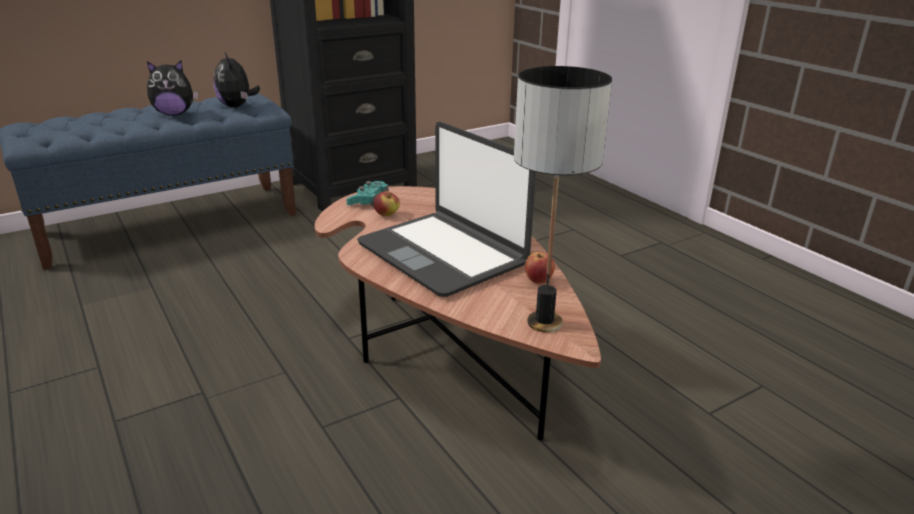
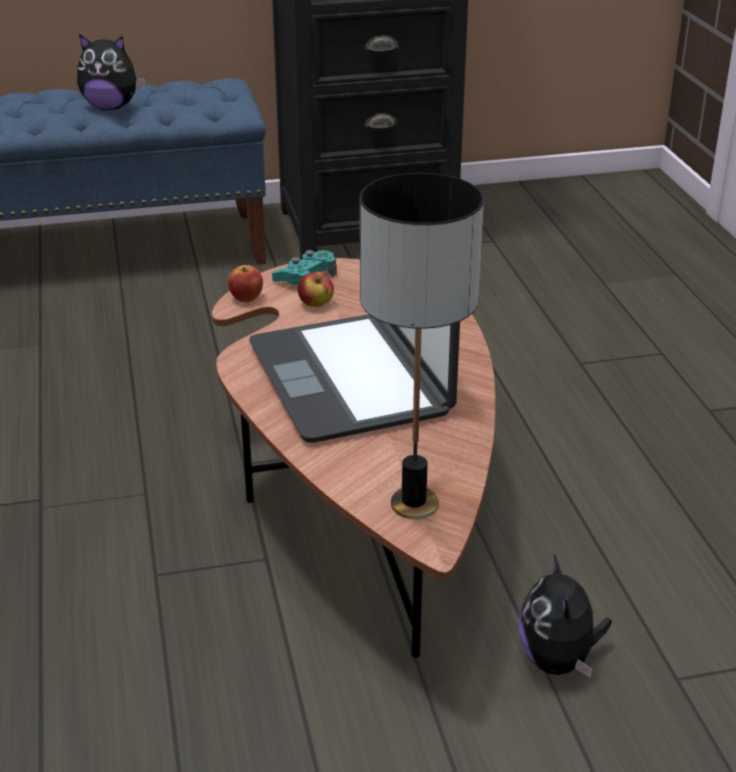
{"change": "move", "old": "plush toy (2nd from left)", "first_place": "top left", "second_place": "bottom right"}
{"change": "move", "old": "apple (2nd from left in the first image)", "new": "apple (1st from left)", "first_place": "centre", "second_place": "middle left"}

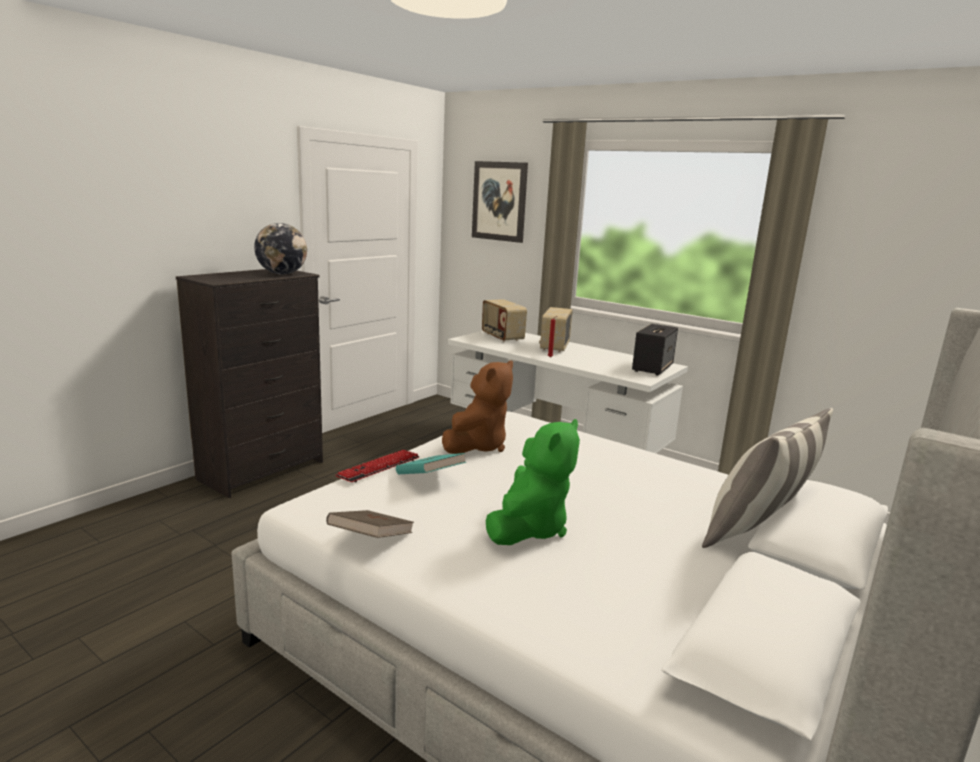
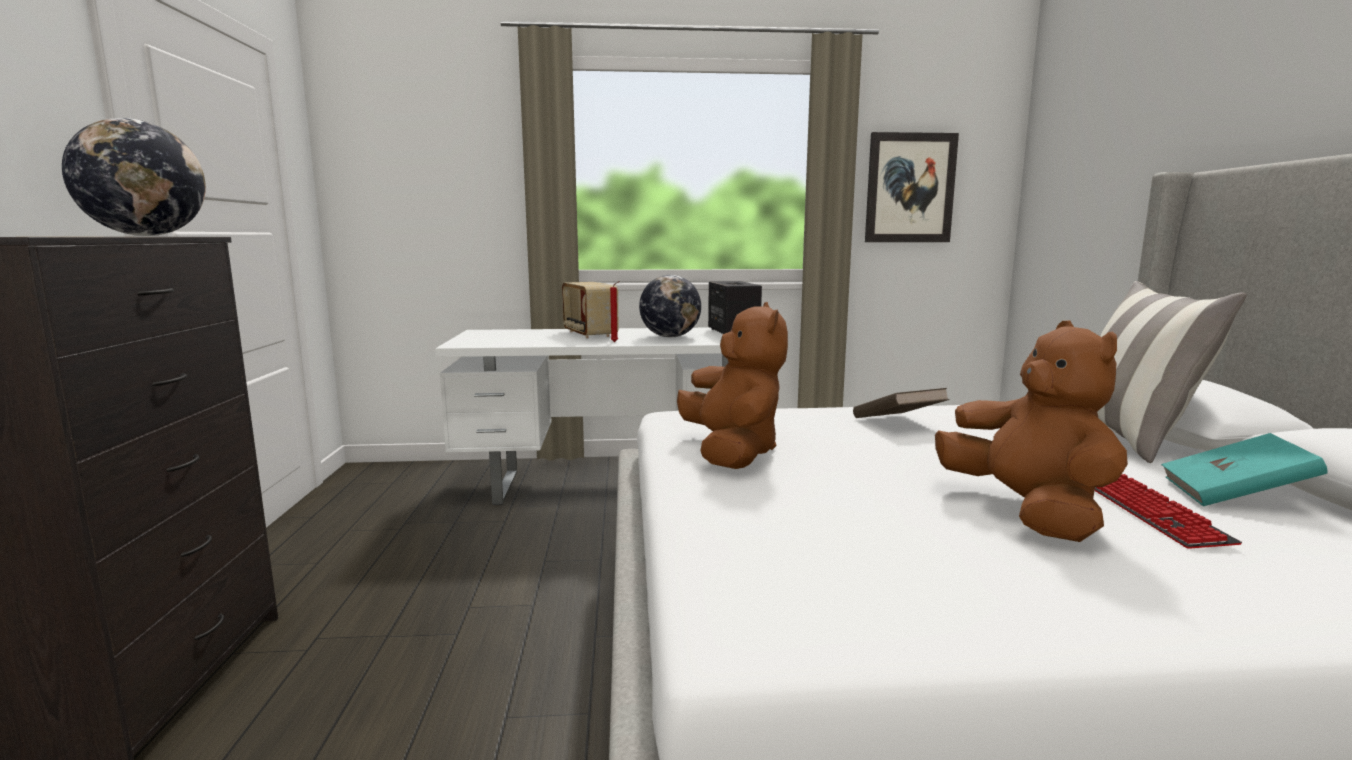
{"change": "move", "old": "picture", "first_place": "top centre", "second_place": "top right"}
{"change": "delete", "old": "radio (1st from left)", "first_place": "centre"}
{"change": "recolor", "old": "plush toy/green", "new": "plush toy/brown (2nd from left)", "first_place": "centre", "second_place": "middle right"}
{"change": "move", "old": "keyboard", "first_place": "centre", "second_place": "bottom right"}
{"change": "move", "old": "book/turquoise", "first_place": "centre", "second_place": "middle right"}
{"change": "move", "old": "book/brown", "first_place": "bottom centre", "second_place": "centre"}
{"change": "insert", "new": "globe (2nd from left)", "second_place": "centre"}

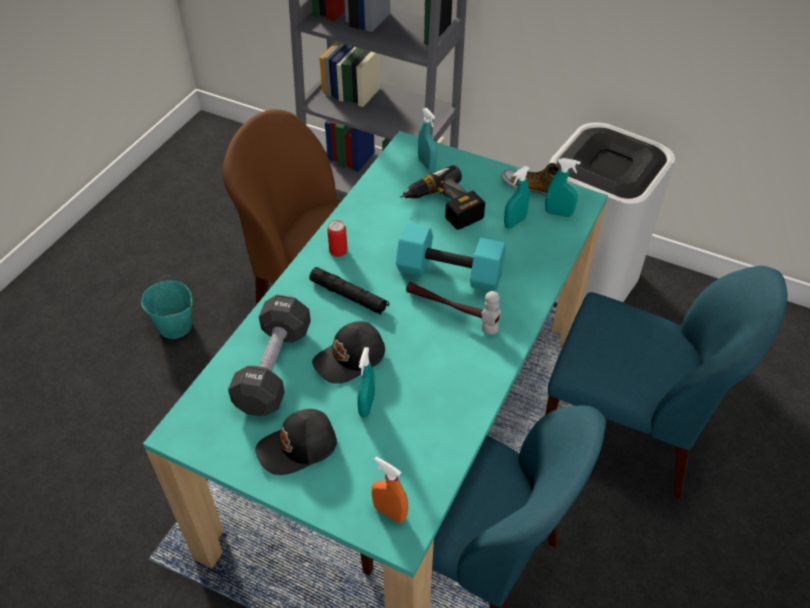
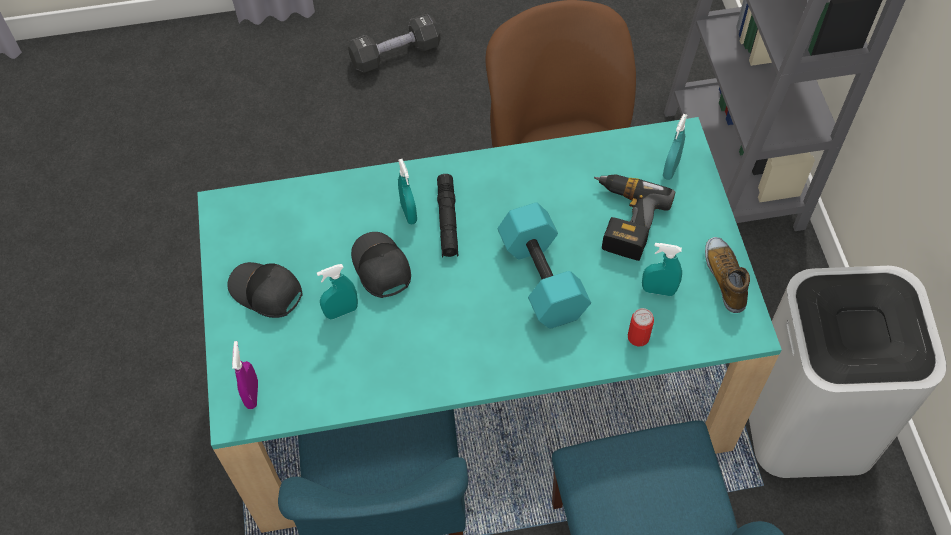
{"change": "move", "old": "spray bottle/turquoise (4th from left in the first image)", "new": "spray bottle/turquoise (2nd from left)", "first_place": "top right", "second_place": "centre"}
{"change": "move", "old": "can", "first_place": "centre", "second_place": "middle right"}
{"change": "delete", "old": "bucket/turquoise", "first_place": "middle left"}
{"change": "delete", "old": "hammer", "first_place": "centre"}
{"change": "move", "old": "dumbbell/black", "first_place": "middle left", "second_place": "top centre"}
{"change": "rotate", "old": "cap/black (2nd from left)", "first_place": "centre", "second_place": "centre", "degrees": 45}
{"change": "recolor", "old": "spray bottle/orange", "new": "spray bottle/purple", "first_place": "bottom centre", "second_place": "bottom left"}

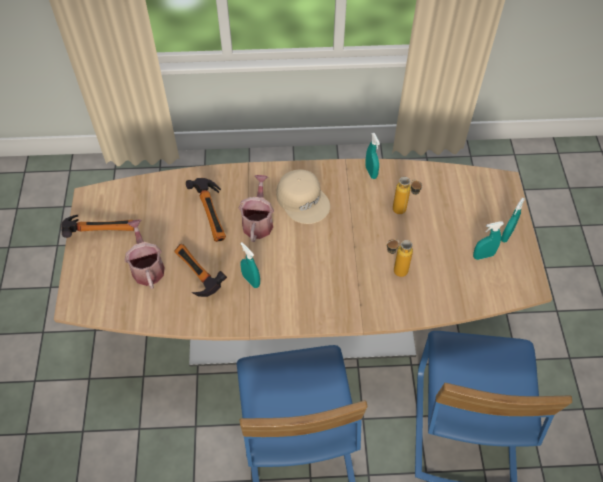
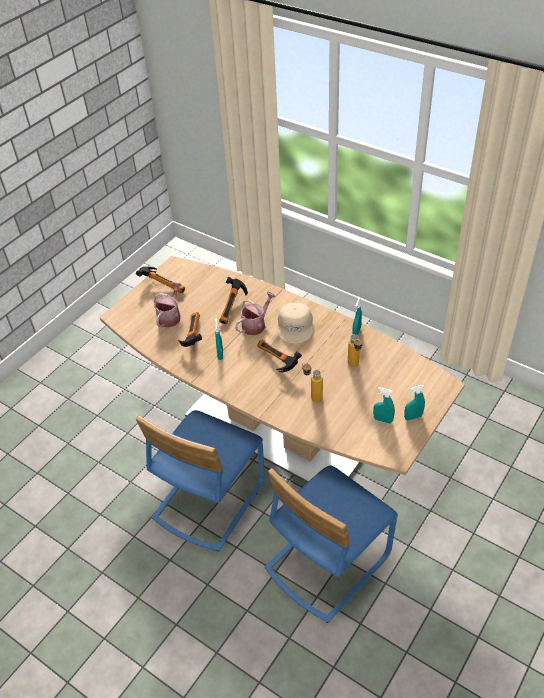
{"change": "insert", "new": "hammer (4th from left)", "second_place": "centre"}

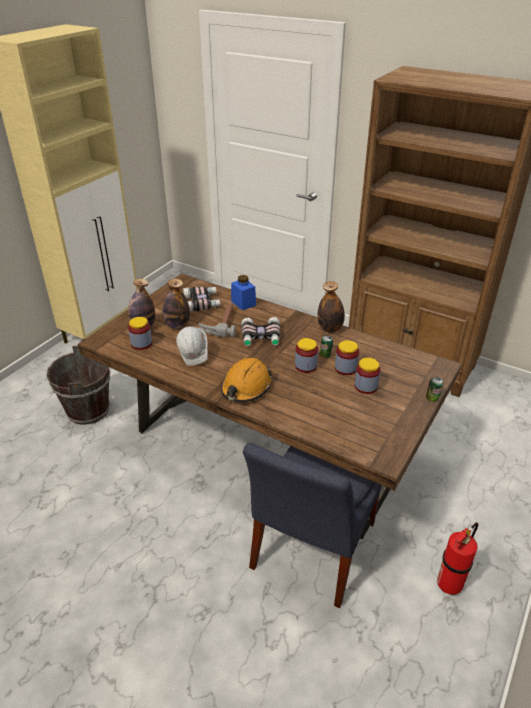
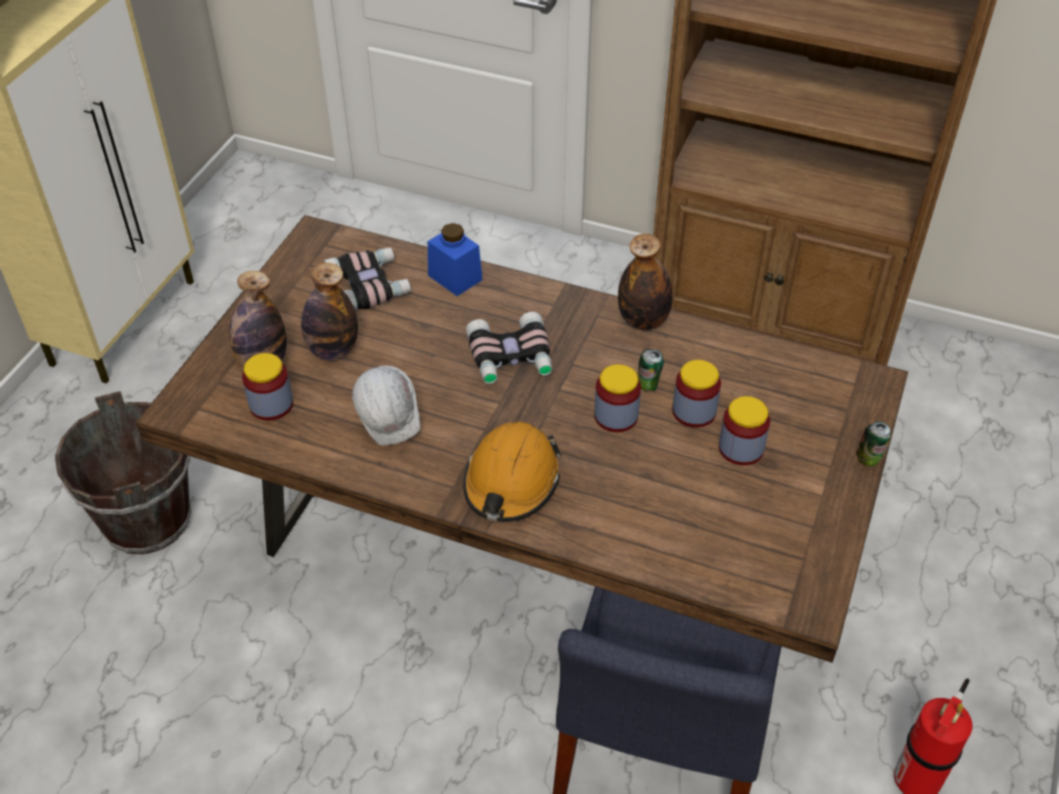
{"change": "delete", "old": "hammer", "first_place": "centre"}

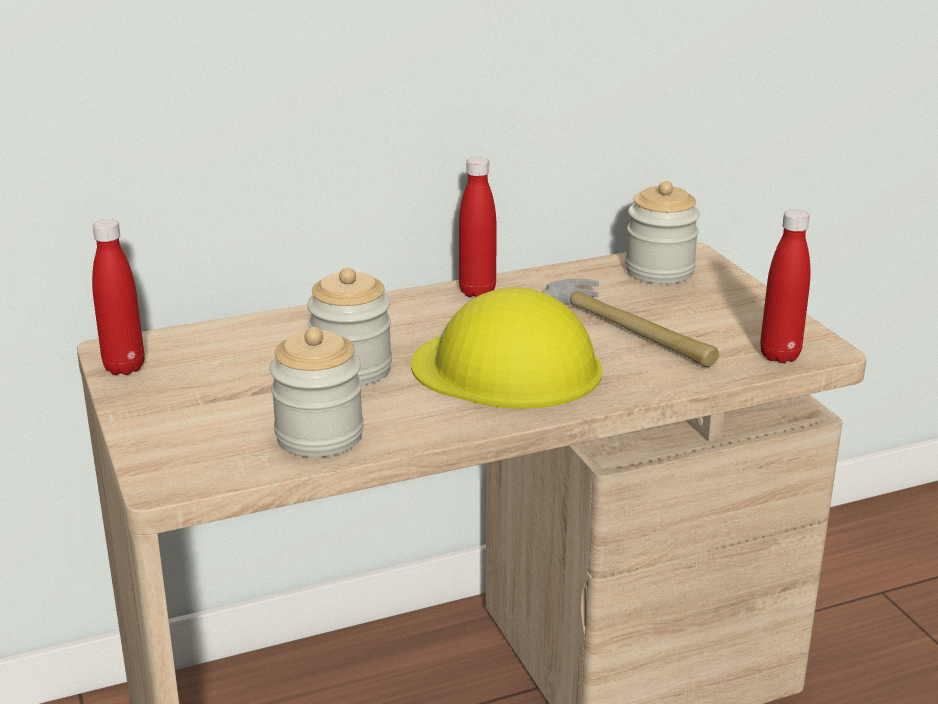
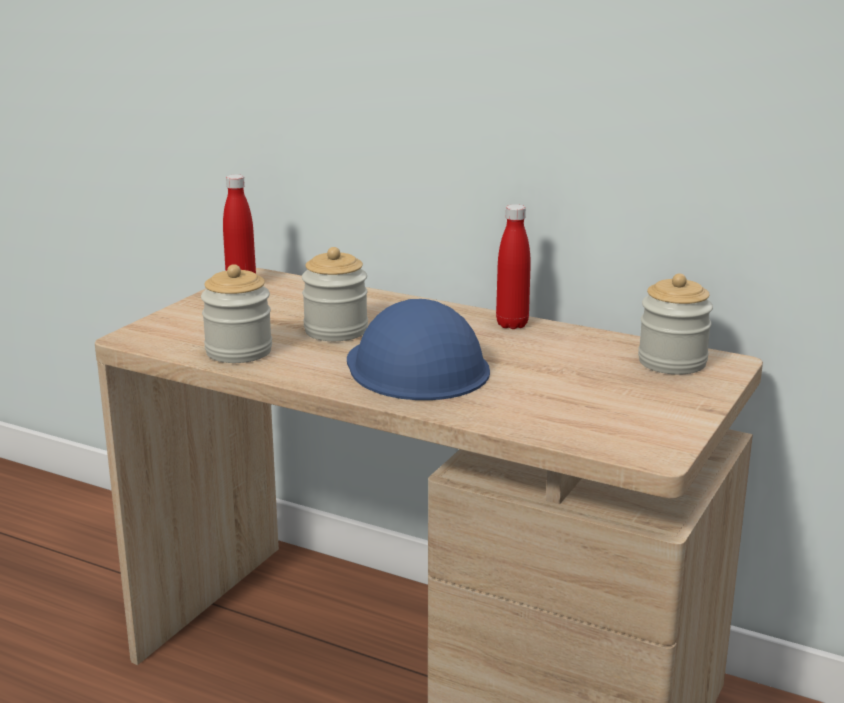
{"change": "delete", "old": "bottle/red (3rd from left)", "first_place": "middle right"}
{"change": "delete", "old": "hammer", "first_place": "middle right"}
{"change": "recolor", "old": "hard hat/yellow", "new": "hard hat/blue", "first_place": "centre", "second_place": "centre"}

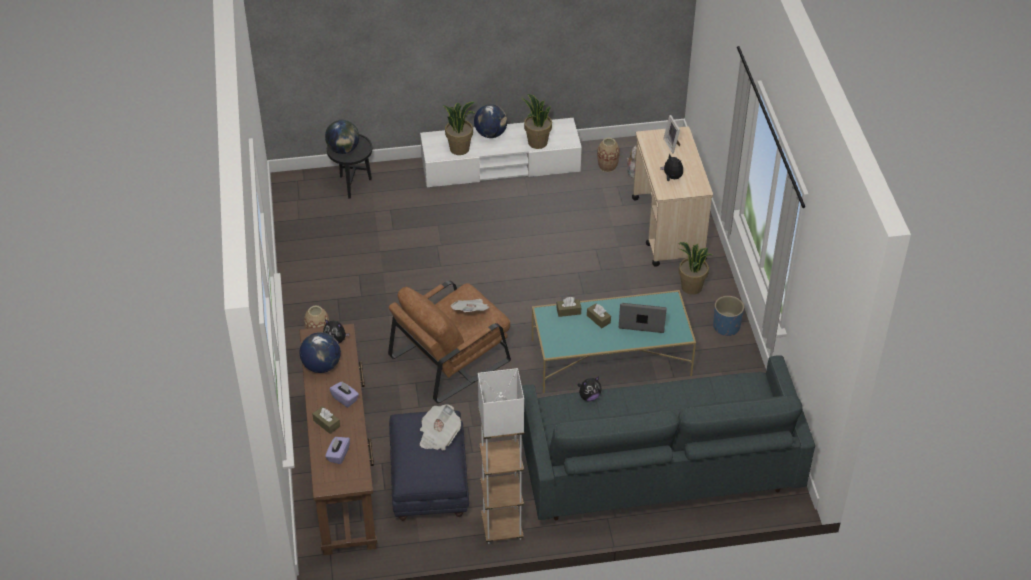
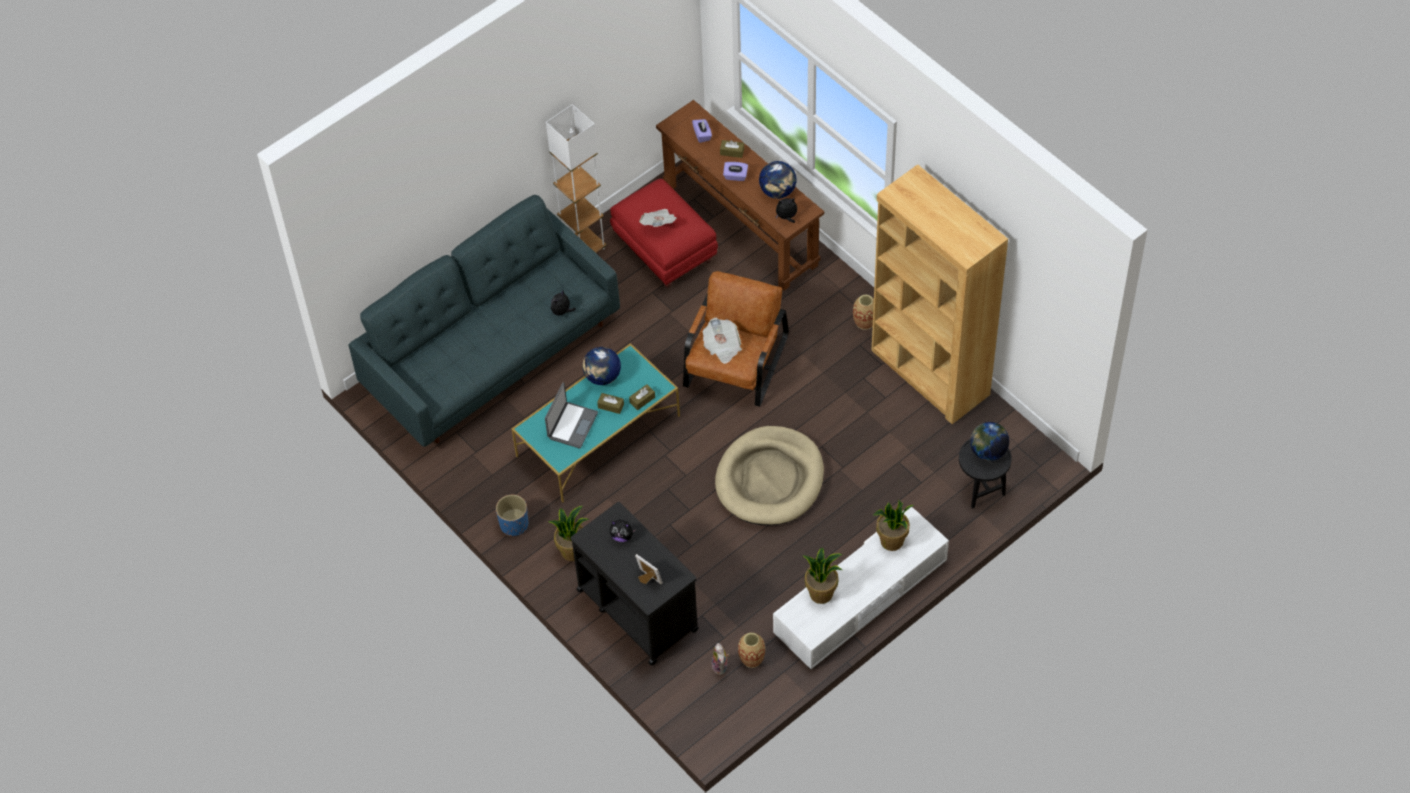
{"change": "move", "old": "globe (3rd from left in the first image)", "new": "globe (1st from left)", "first_place": "top centre", "second_place": "centre"}
{"change": "recolor", "old": "cart/beige", "new": "cart/black", "first_place": "centre", "second_place": "bottom centre"}
{"change": "rotate", "old": "laptop", "first_place": "centre", "second_place": "centre", "degrees": -45}
{"change": "recolor", "old": "ottoman/blue", "new": "ottoman/red", "first_place": "bottom centre", "second_place": "top centre"}
{"change": "insert", "new": "bookcase/brown", "second_place": "centre"}
{"change": "insert", "new": "dog bed/beige", "second_place": "centre"}

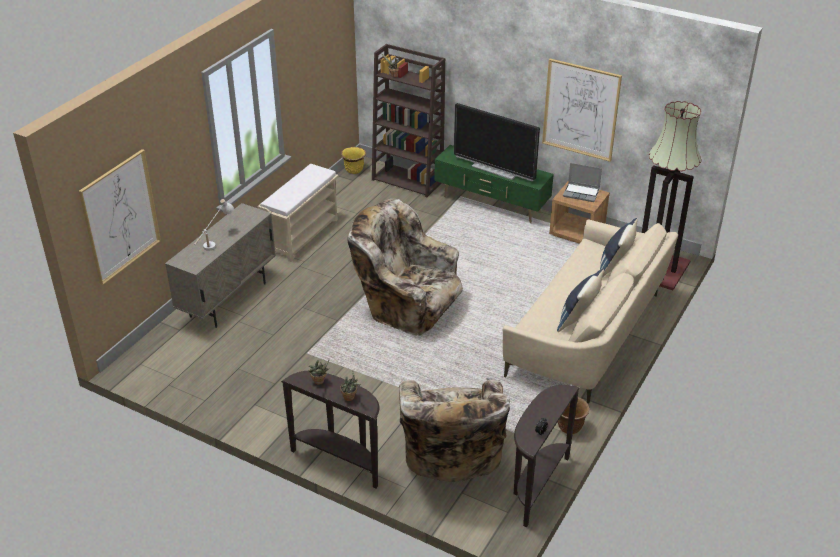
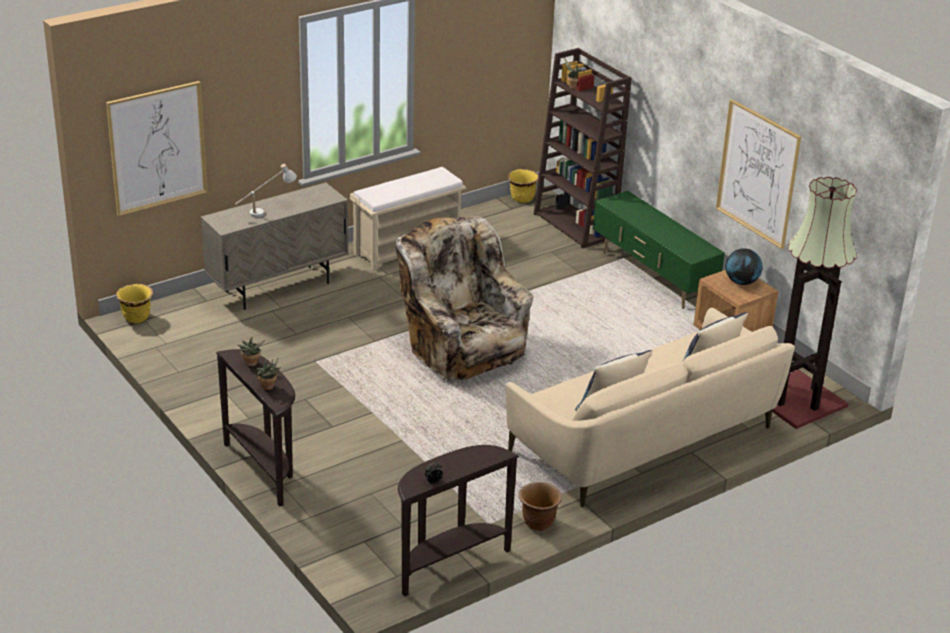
{"change": "delete", "old": "television", "first_place": "top centre"}
{"change": "replace", "old": "laptop", "new": "globe", "first_place": "top right", "second_place": "middle right"}
{"change": "delete", "old": "armchair/beige (2nd from left)", "first_place": "bottom centre"}
{"change": "insert", "new": "planter/yellow (1st from left)", "second_place": "middle left"}

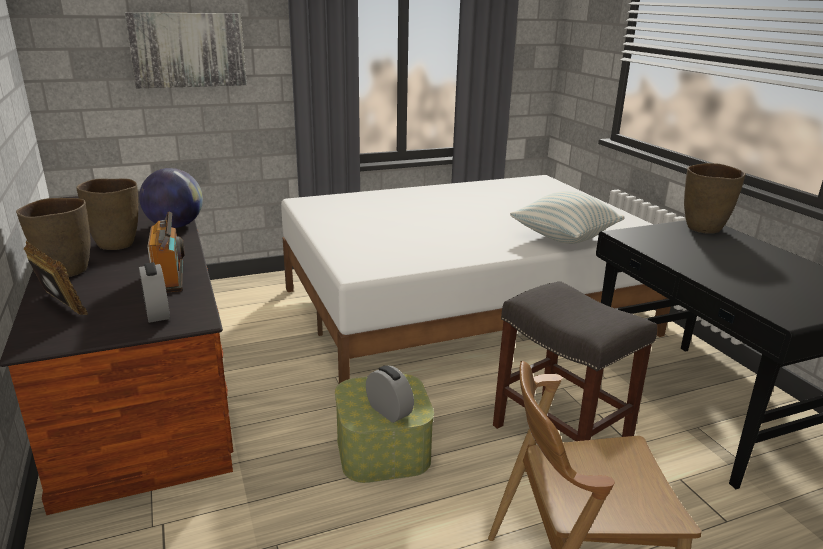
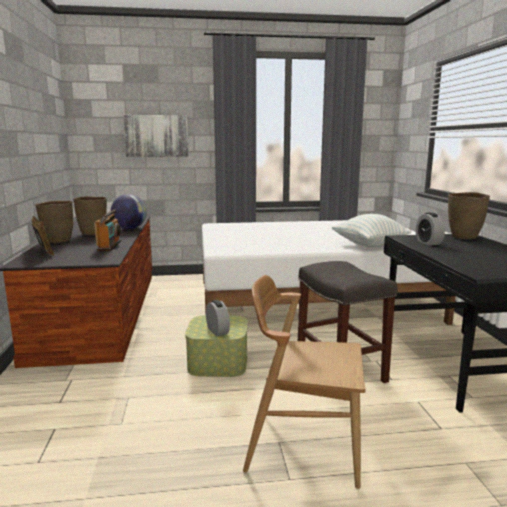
{"change": "move", "old": "alarm clock (1st from left in the first image)", "new": "alarm clock (2nd from left)", "first_place": "middle left", "second_place": "middle right"}

